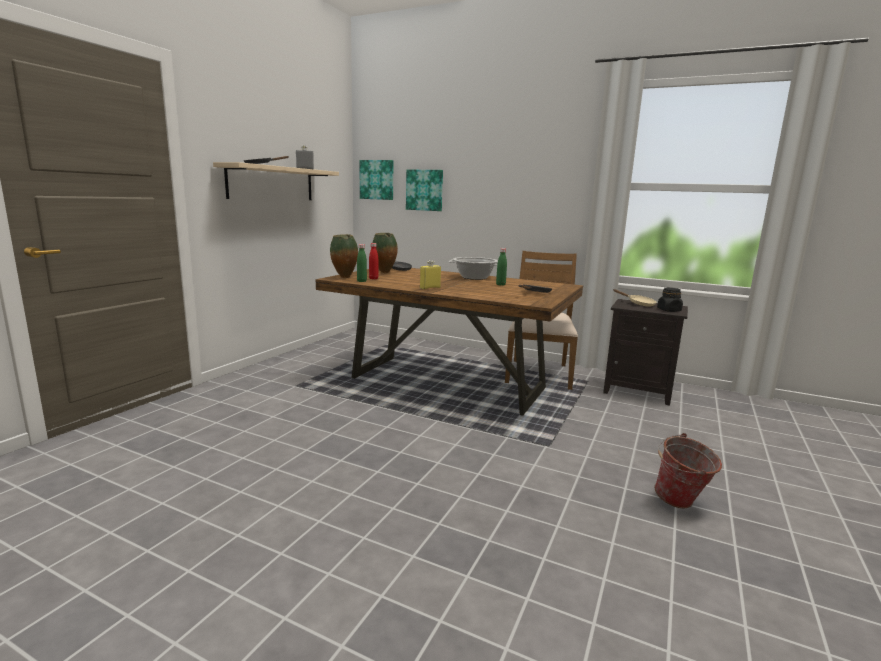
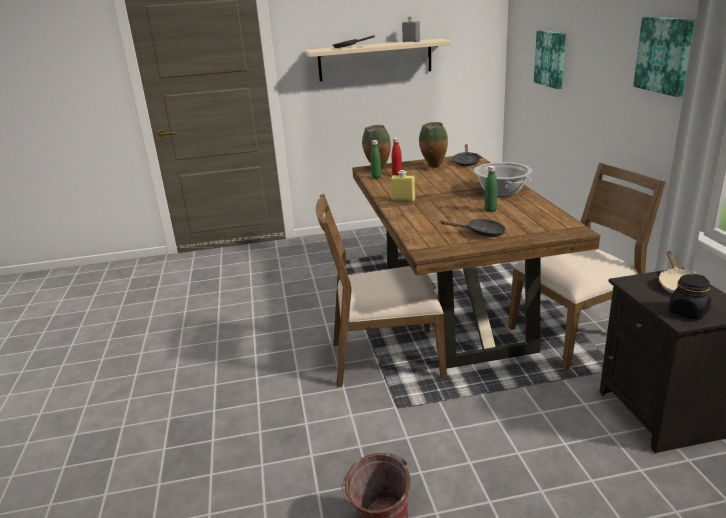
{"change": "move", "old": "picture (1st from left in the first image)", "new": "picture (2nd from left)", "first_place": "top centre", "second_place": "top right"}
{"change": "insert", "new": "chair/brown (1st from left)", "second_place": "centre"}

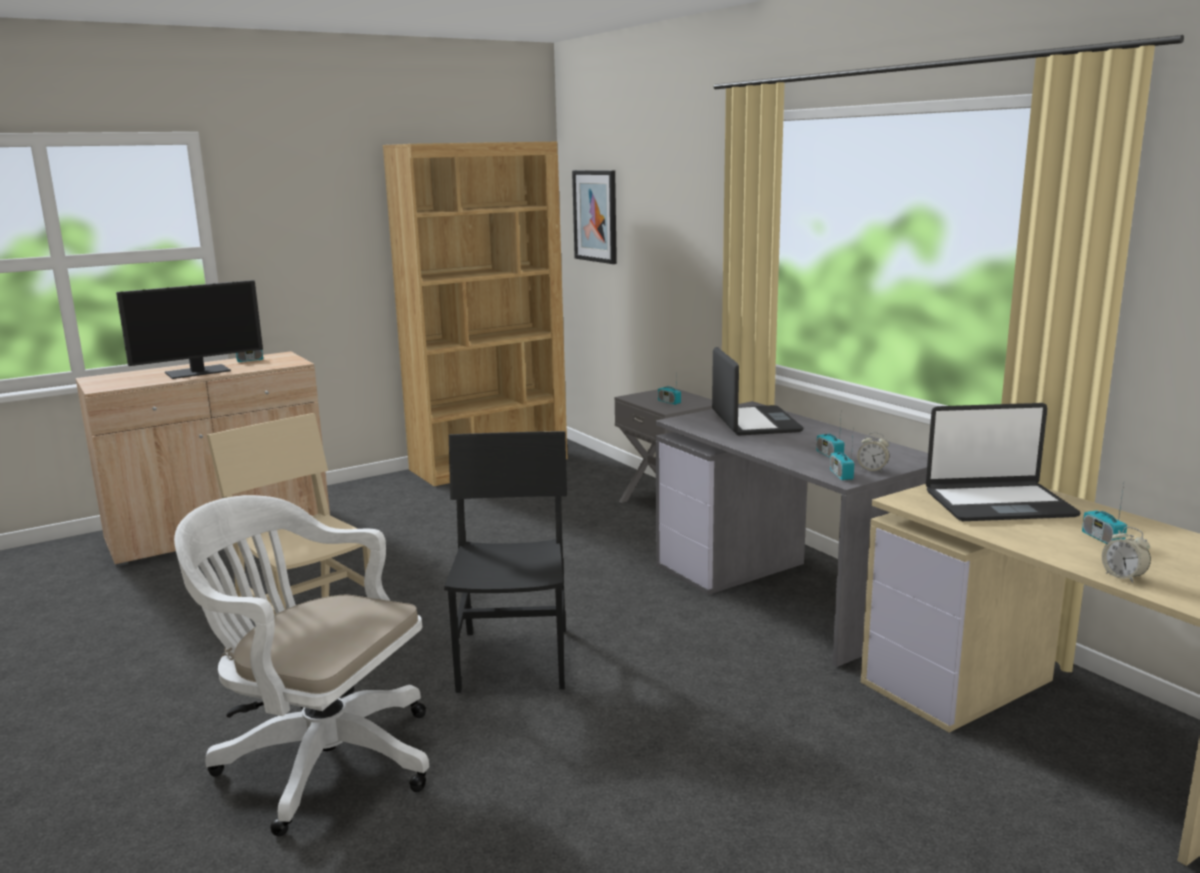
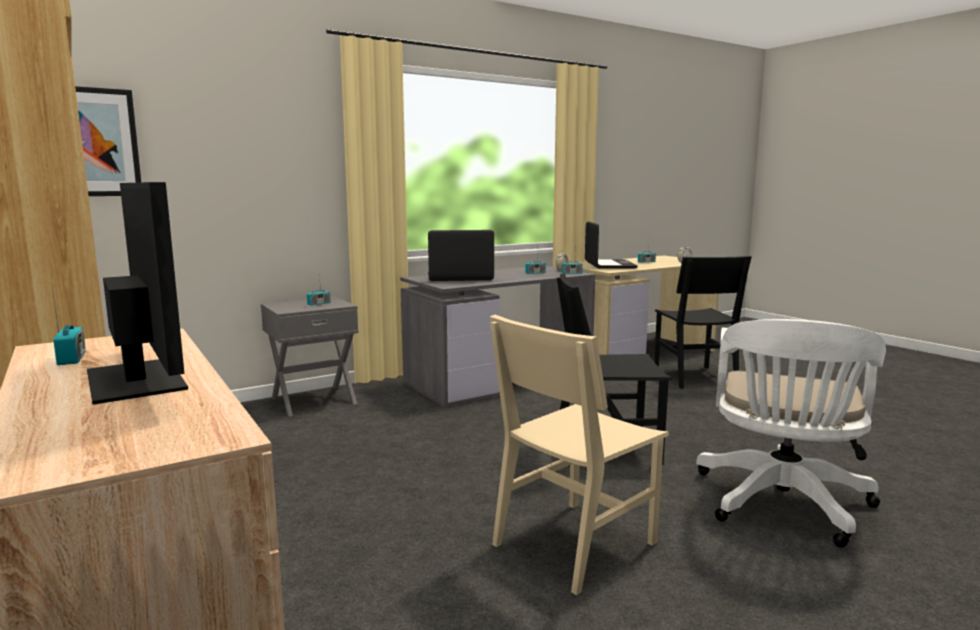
{"change": "insert", "new": "chair/black (2nd from left)", "second_place": "middle right"}

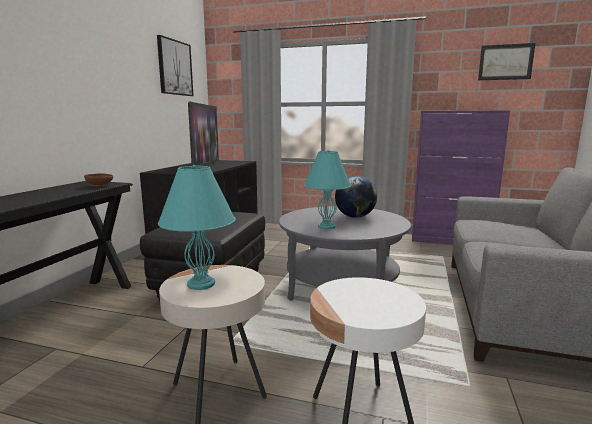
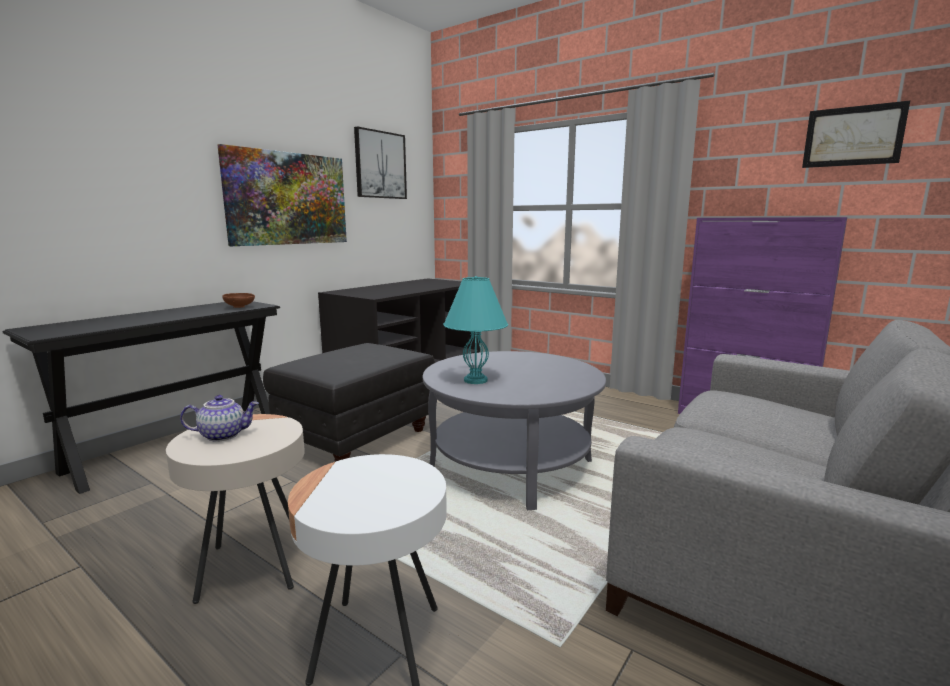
{"change": "delete", "old": "television", "first_place": "top centre"}
{"change": "replace", "old": "table lamp/turquoise (1st from left)", "new": "teapot", "first_place": "middle left", "second_place": "middle left"}
{"change": "delete", "old": "globe", "first_place": "centre"}
{"change": "insert", "new": "picture (1st from left)", "second_place": "top left"}

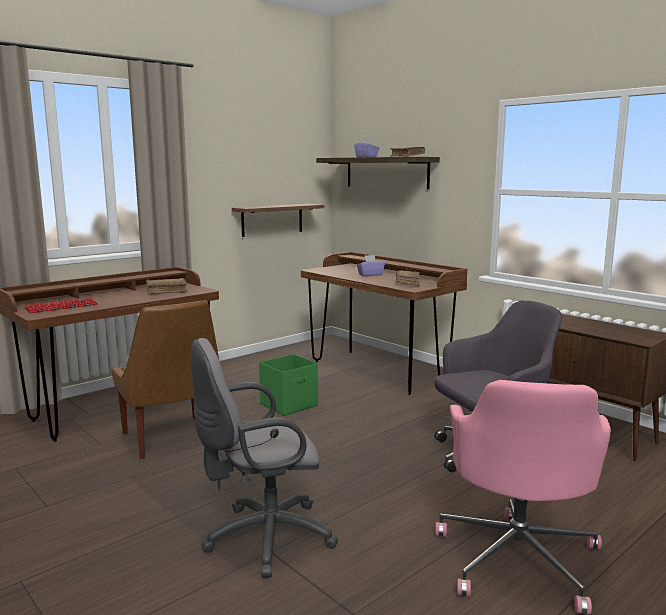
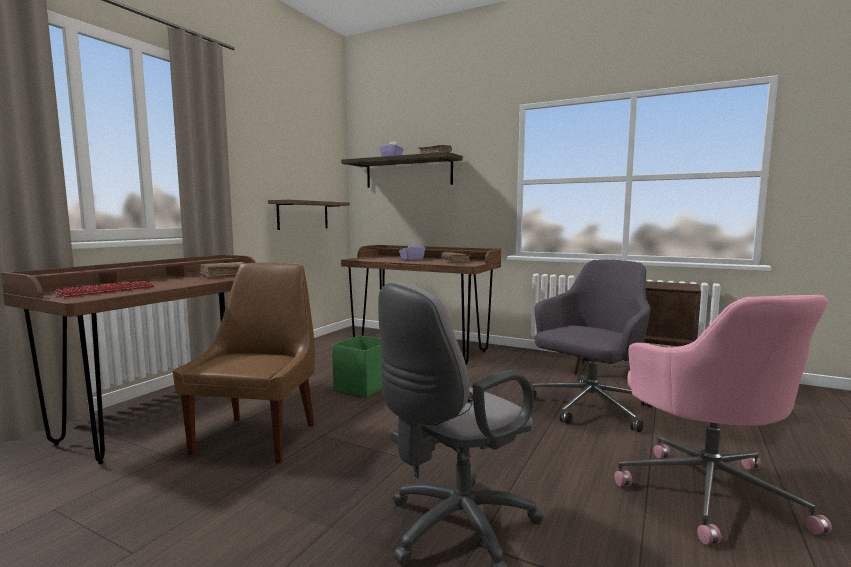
{"change": "rotate", "old": "chair/brown", "first_place": "middle left", "second_place": "middle left", "degrees": -120}

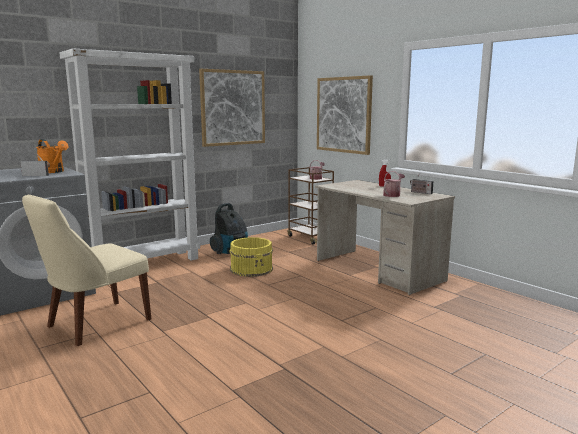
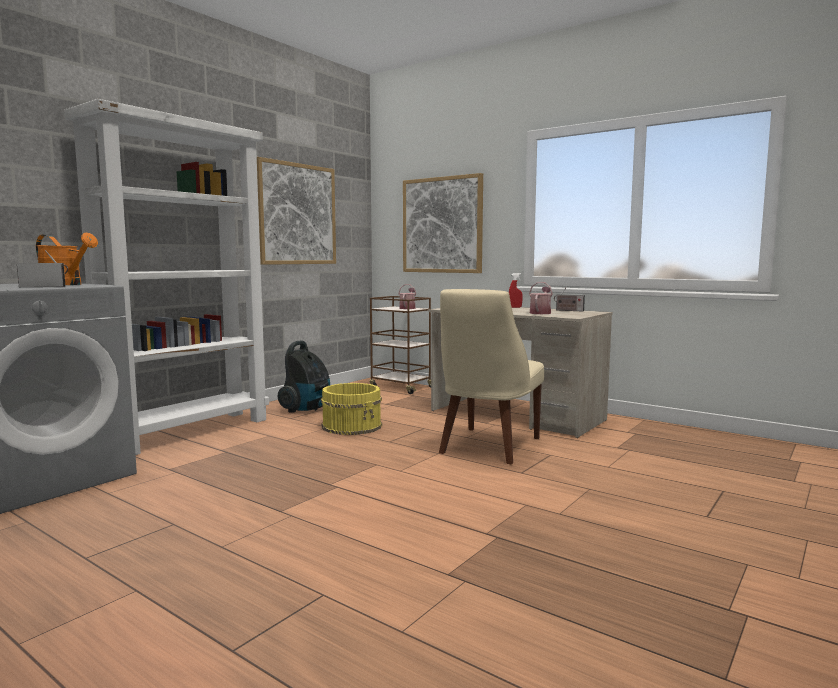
{"change": "move", "old": "chair/beige", "first_place": "middle left", "second_place": "centre"}

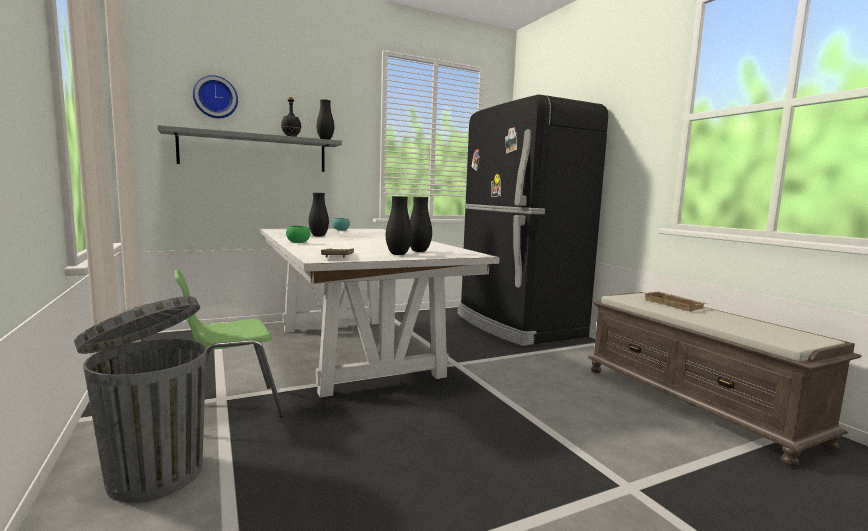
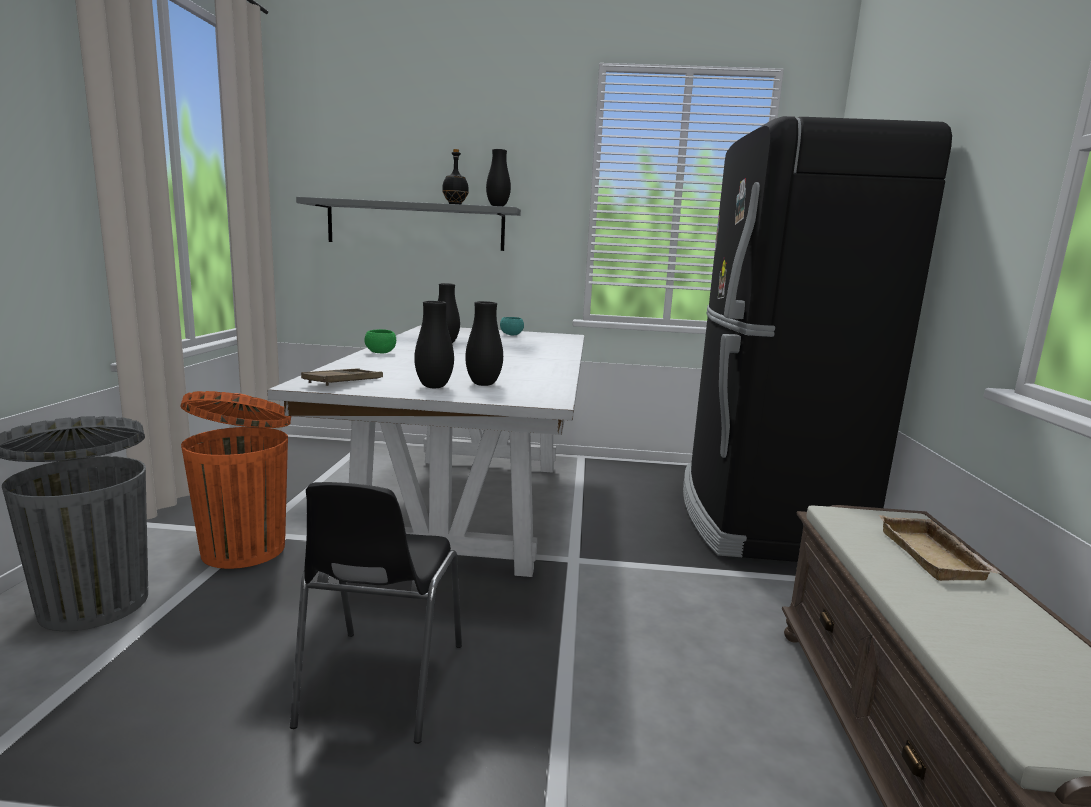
{"change": "delete", "old": "wall clock", "first_place": "top left"}
{"change": "replace", "old": "chair/green", "new": "trash can/orange", "first_place": "middle left", "second_place": "middle left"}
{"change": "insert", "new": "chair/black", "second_place": "bottom centre"}

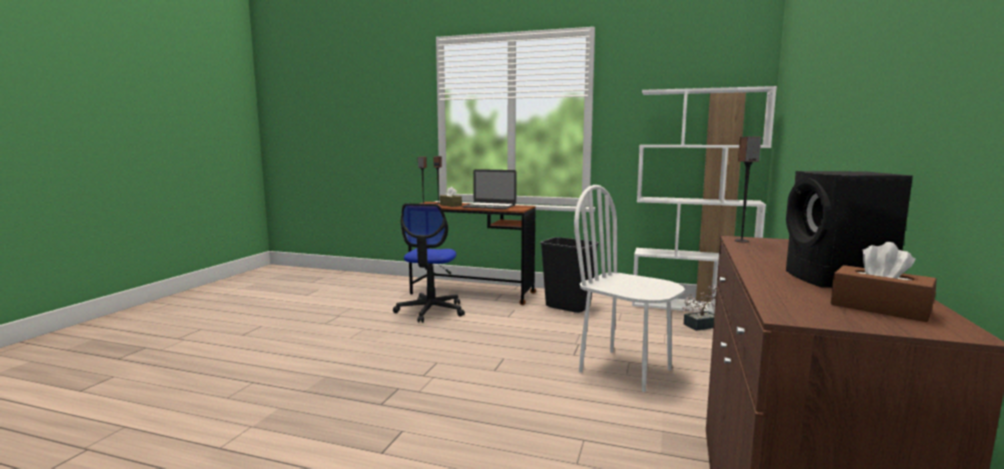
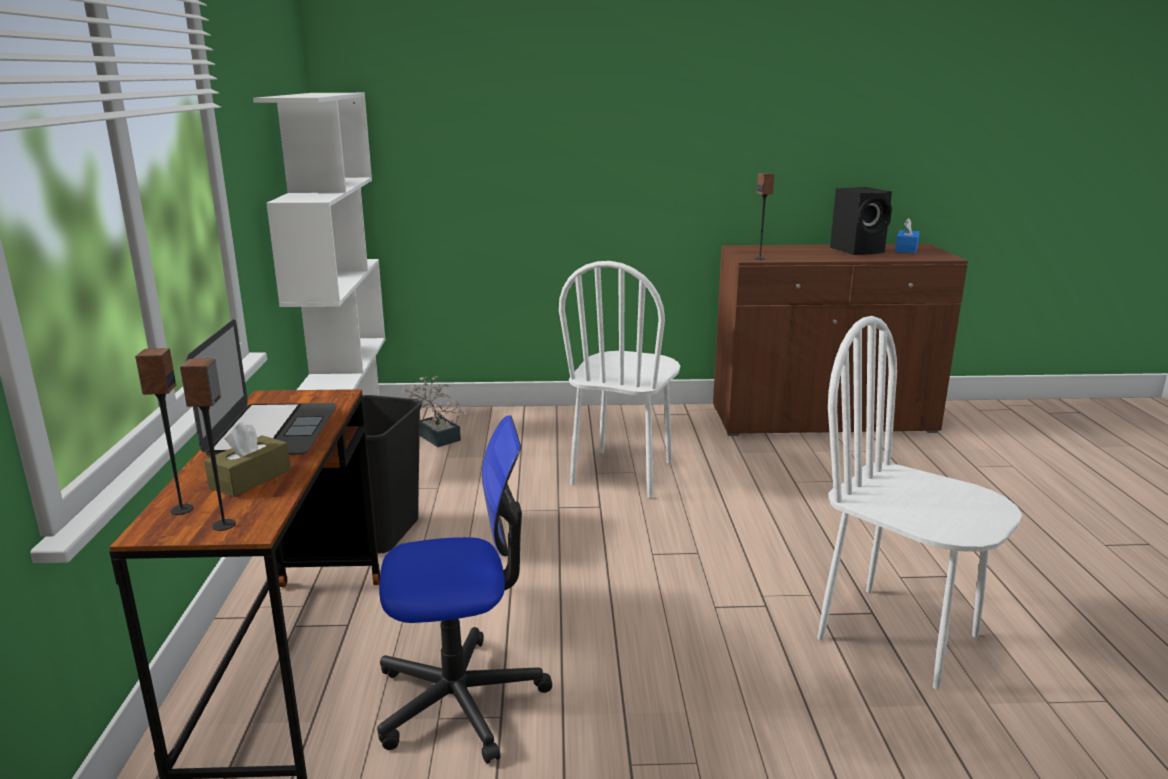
{"change": "recolor", "old": "tissue box/brown (2nd from left)", "new": "tissue box/blue", "first_place": "middle right", "second_place": "top right"}
{"change": "insert", "new": "chair/white (2nd from left)", "second_place": "middle right"}

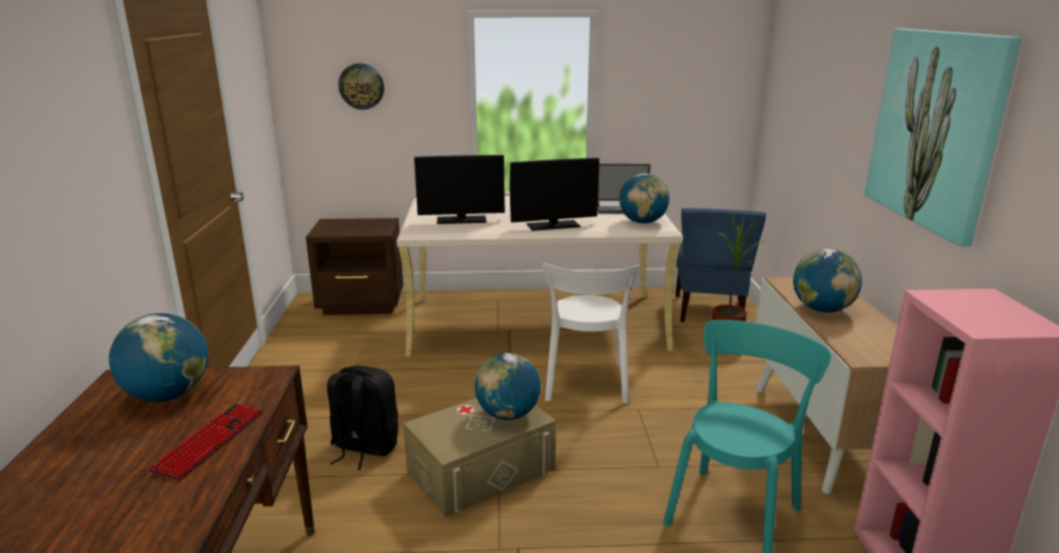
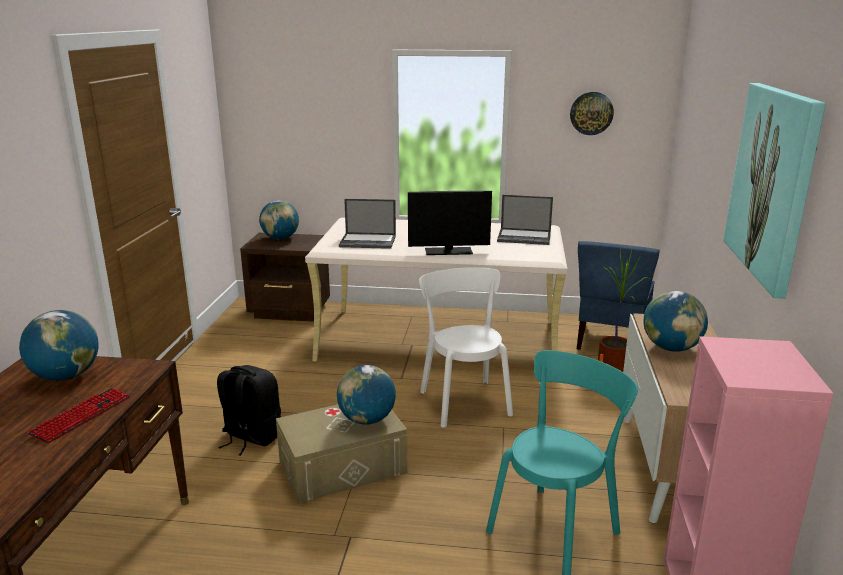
{"change": "move", "old": "wall clock", "first_place": "top centre", "second_place": "top right"}
{"change": "replace", "old": "monitor (1st from left)", "new": "laptop (1st from left)", "first_place": "centre", "second_place": "centre"}
{"change": "move", "old": "globe (3rd from left in the first image)", "new": "globe (2nd from left)", "first_place": "centre", "second_place": "middle left"}
{"change": "rotate", "old": "chair/white", "first_place": "centre", "second_place": "centre", "degrees": 150}

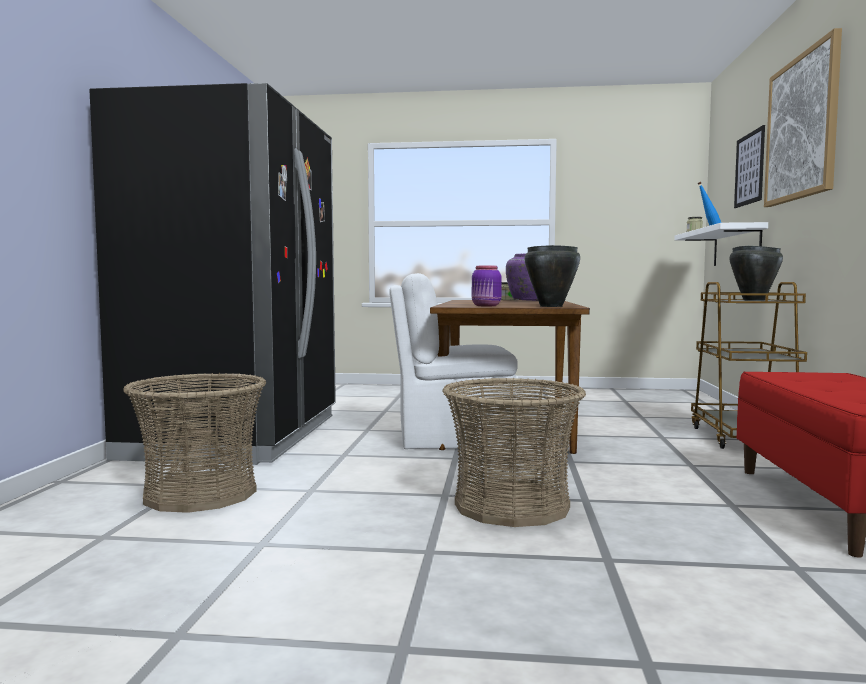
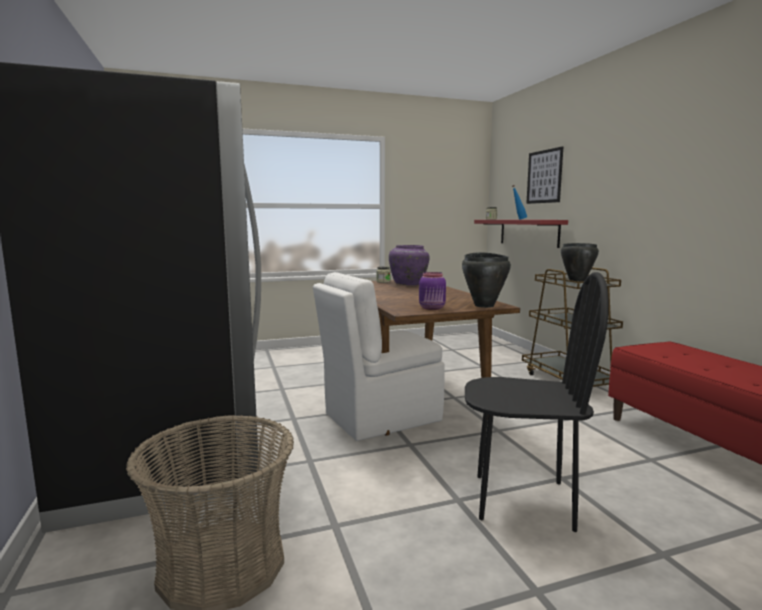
{"change": "delete", "old": "picture (2nd from left)", "first_place": "top right"}
{"change": "recolor", "old": "shelf/white", "new": "shelf/red", "first_place": "middle right", "second_place": "middle right"}
{"change": "replace", "old": "basket (2nd from left)", "new": "chair/black", "first_place": "centre", "second_place": "middle right"}

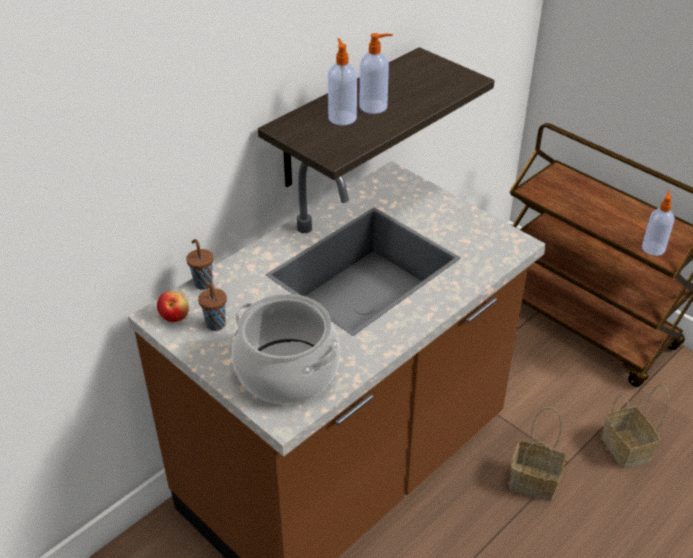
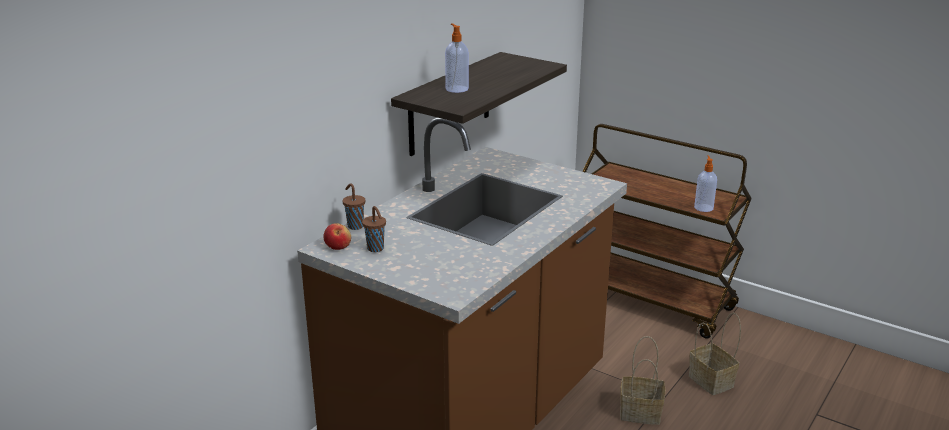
{"change": "delete", "old": "soap dispenser (2nd from left)", "first_place": "top centre"}
{"change": "delete", "old": "cooking pot", "first_place": "centre"}

